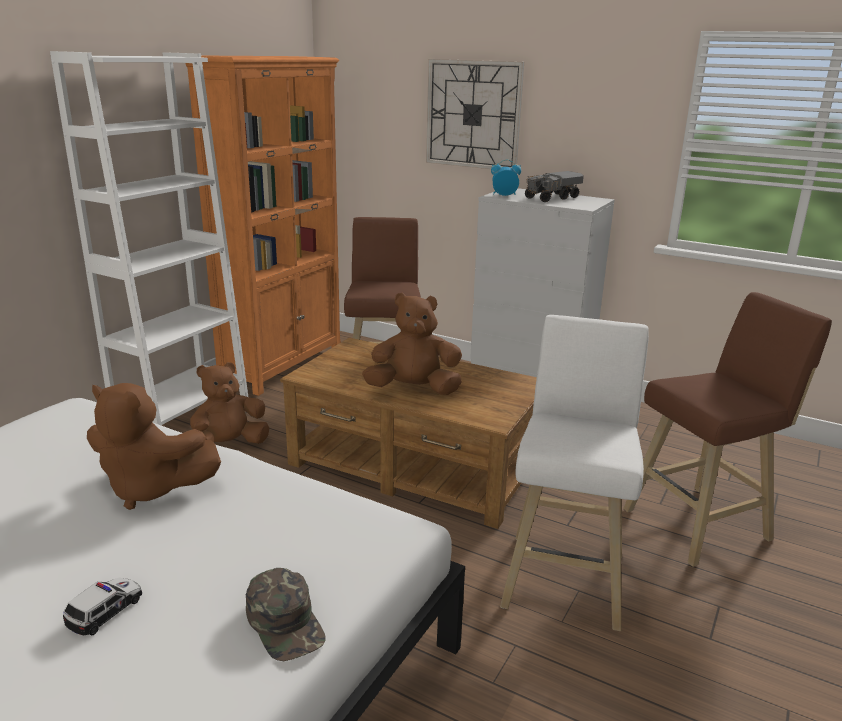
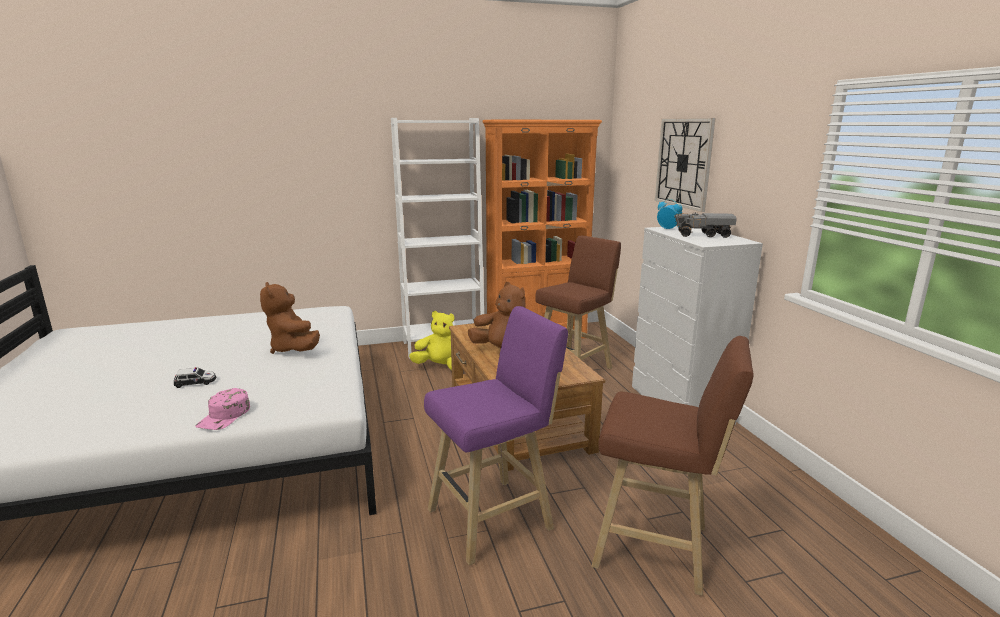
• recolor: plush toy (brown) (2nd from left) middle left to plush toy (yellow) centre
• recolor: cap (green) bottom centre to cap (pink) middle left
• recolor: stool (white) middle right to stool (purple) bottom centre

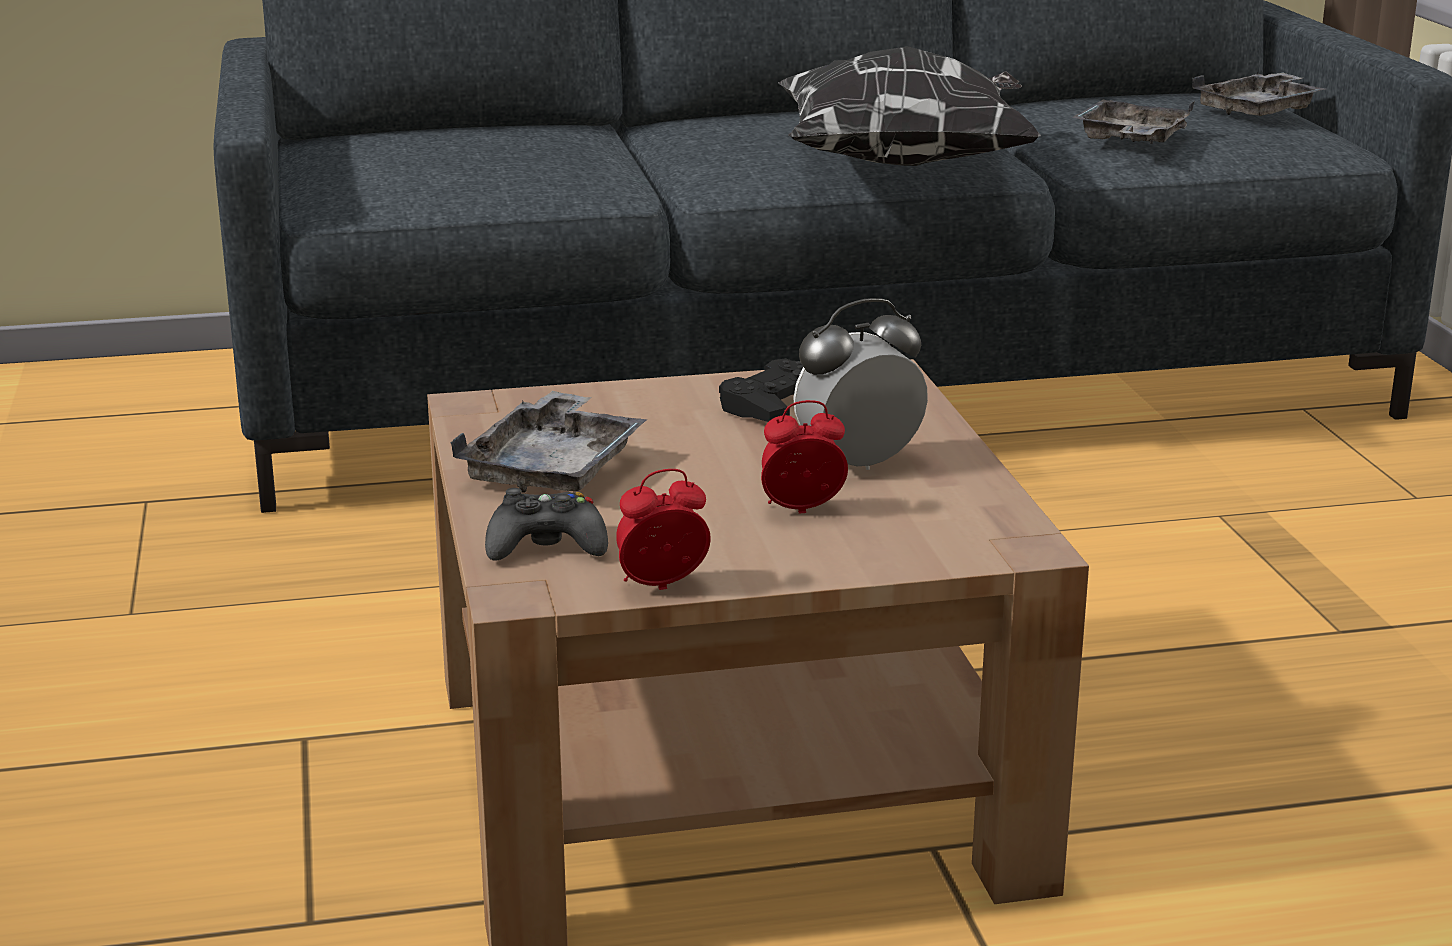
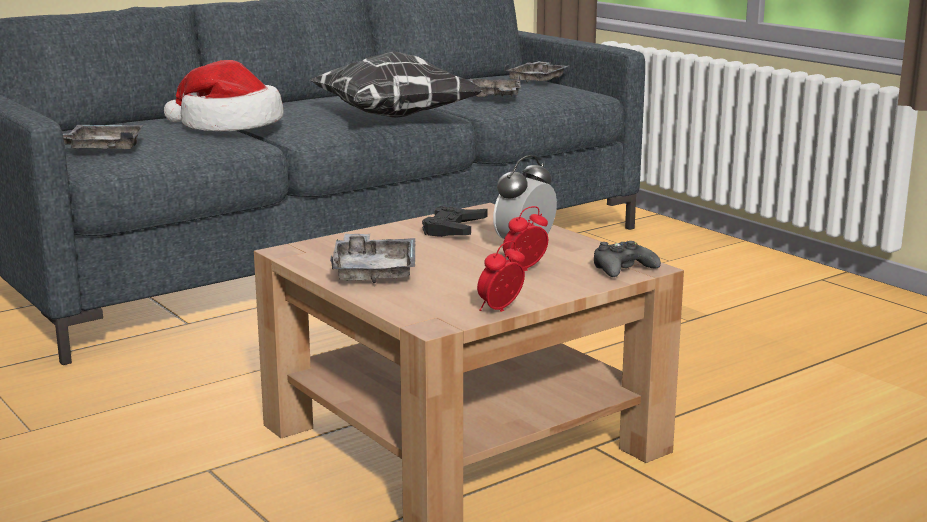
• move: game controller (black) (1st from left in the first image) centre to game controller (black) (2nd from left) middle right
• insert: tray (grey) (1st from left) top left
• insert: hat top left

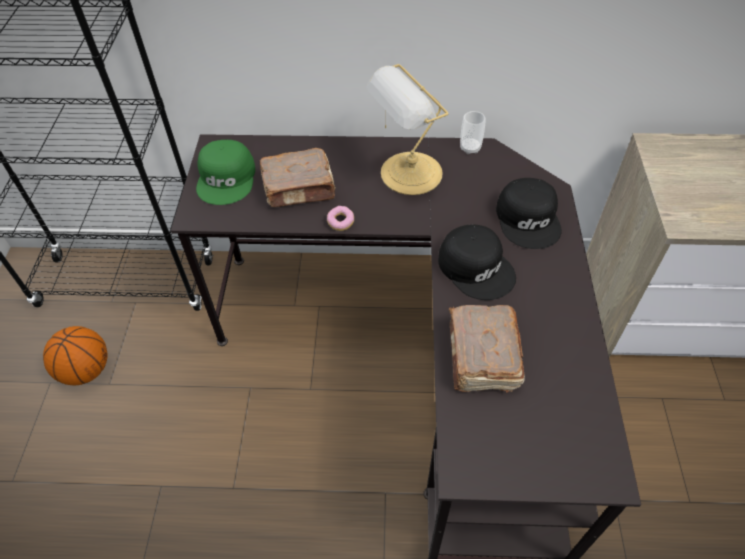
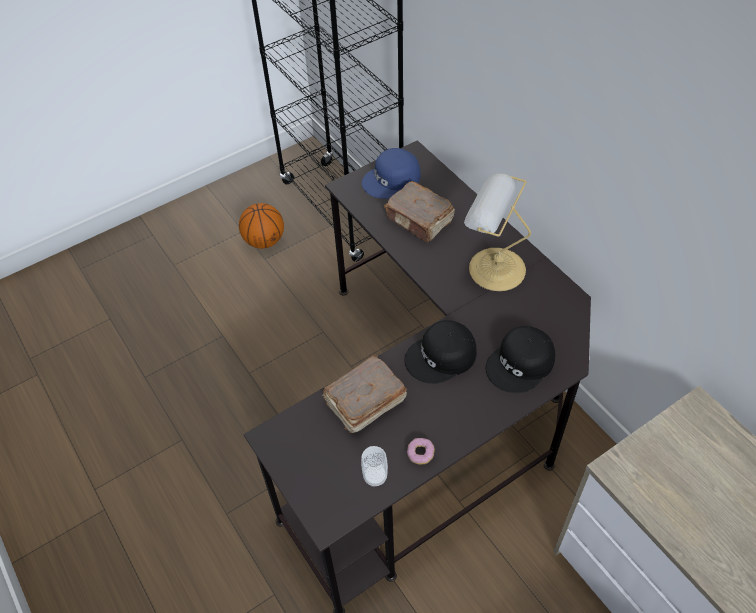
• recolor: cap (green) top left to cap (blue) top centre
• move: donut centre to bottom centre
• rotate: cap (black) (1st from left) centre = centre 45 degrees clockwise
• move: cup top centre to bottom centre

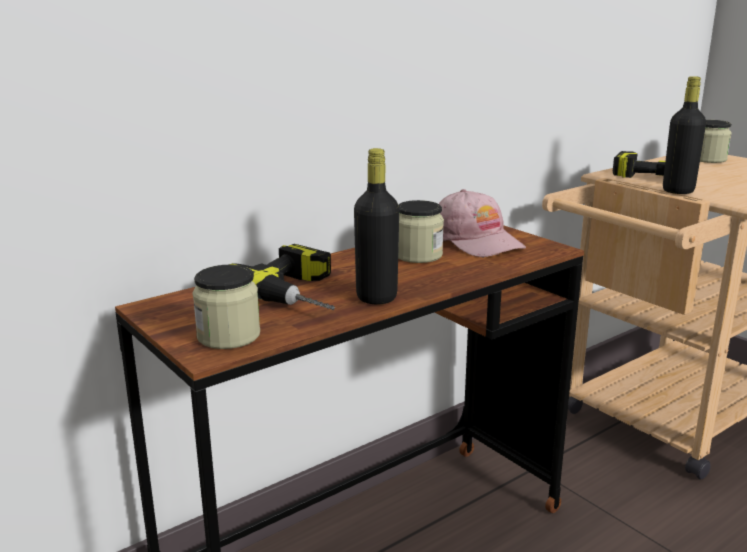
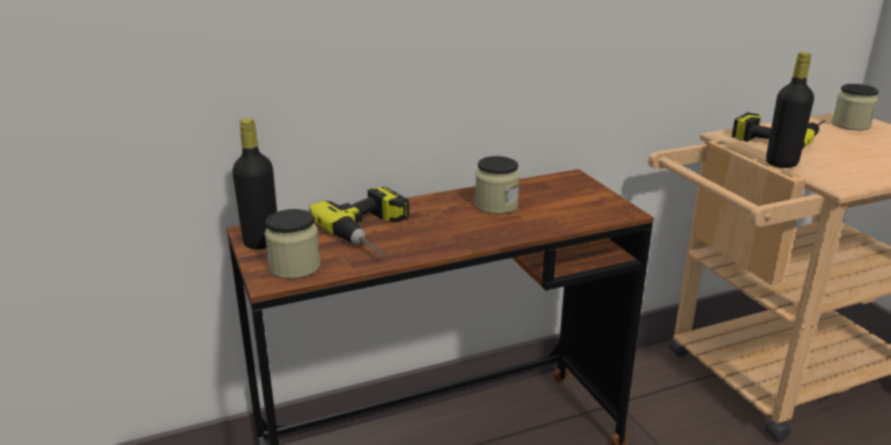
• move: bottle (black) (1st from left) centre to middle left
• delete: cap (pink) centre

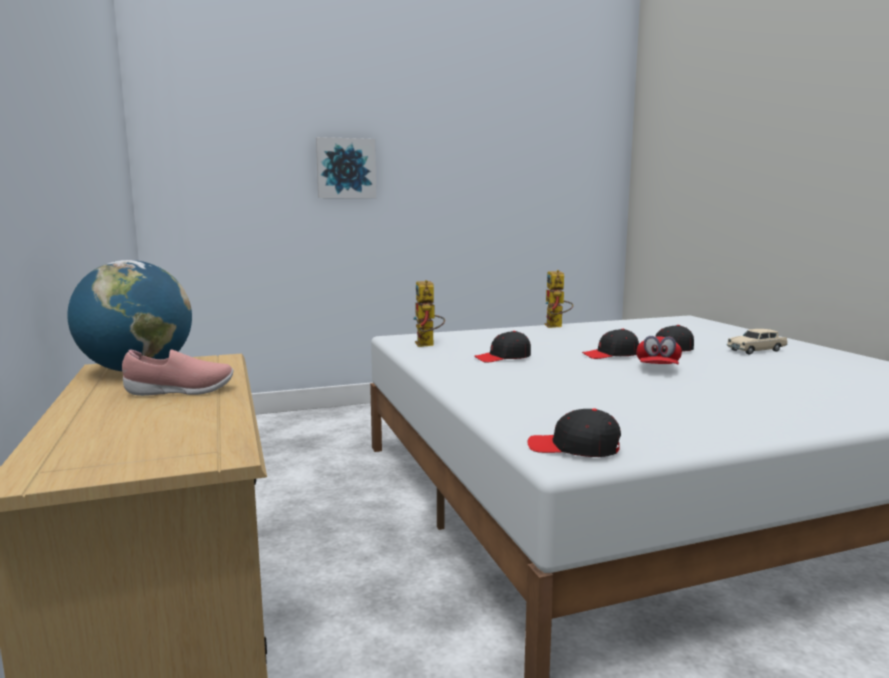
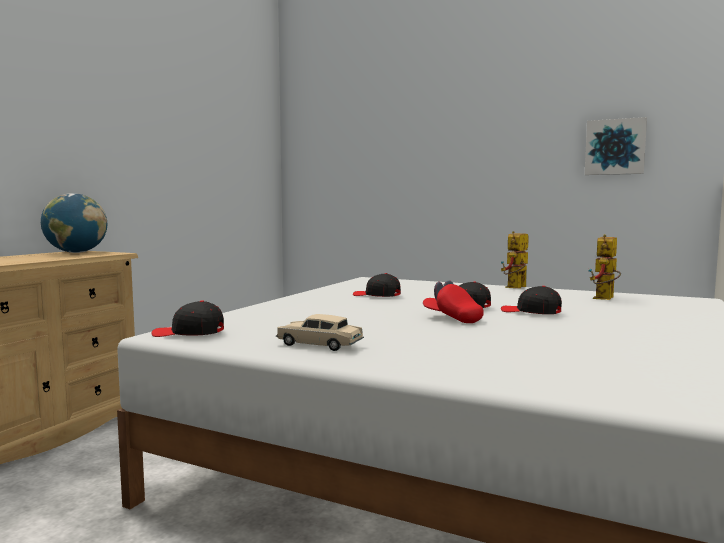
• delete: shoe (pink) middle left
• move: picture top centre to top right
• move: toy robot (1st from left in the first image) centre to toy robot (2nd from left) middle right
• rotate: cap (black) (2nd from left in the first image) centre = middle left 60 degrees counterclockwise
• rotate: cap (red) middle right = centre 75 degrees clockwise
• move: toy car (beige) middle right to centre

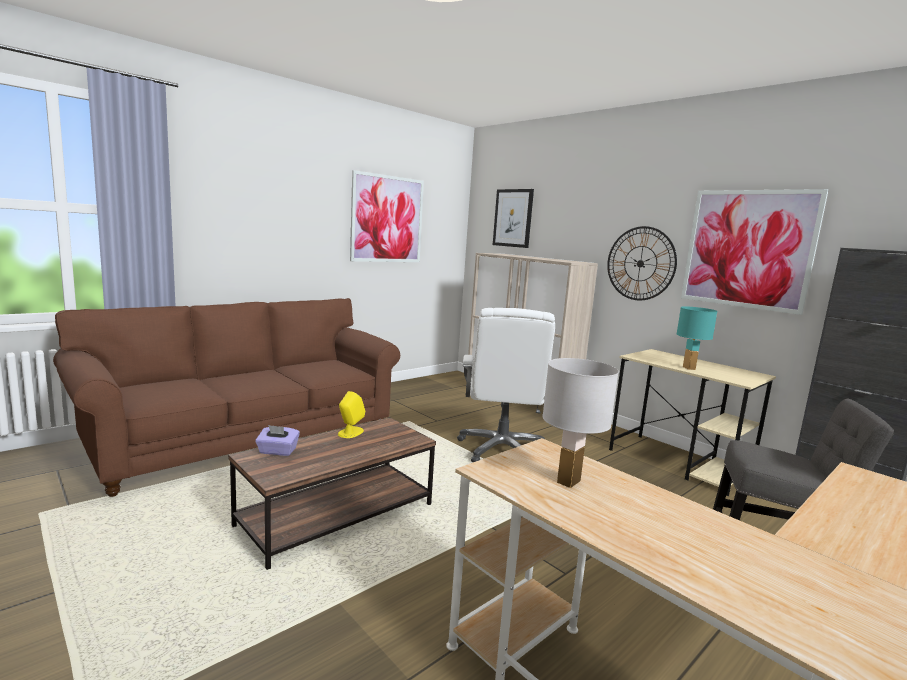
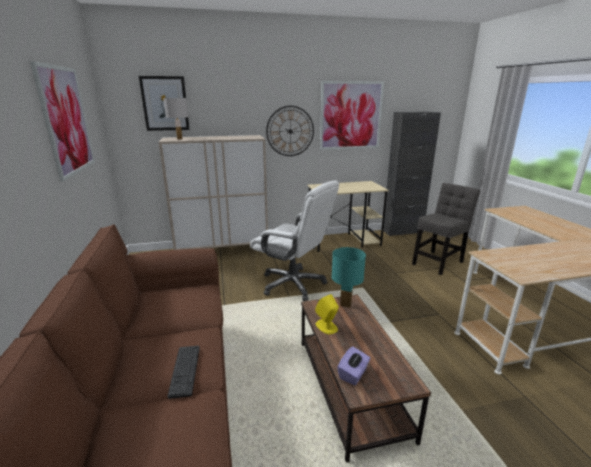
• move: table lamp (white) centre to top left
• move: table lamp (turquoise) middle right to centre
• insert: keyboard bottom left

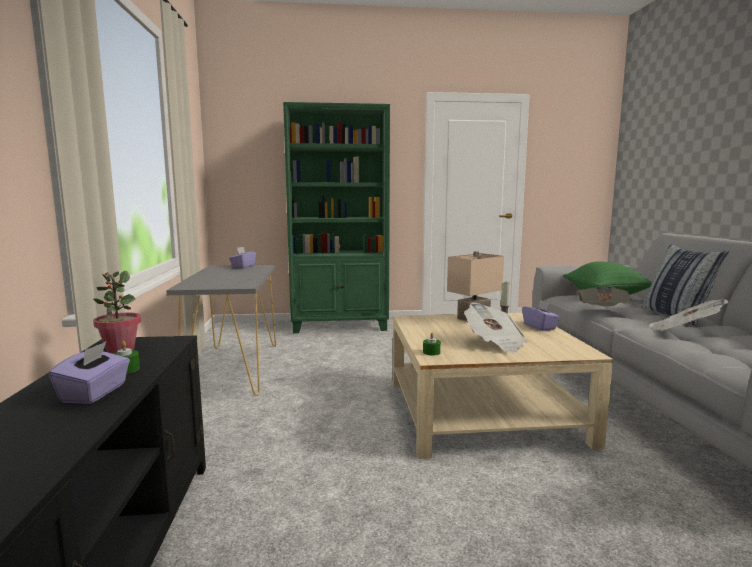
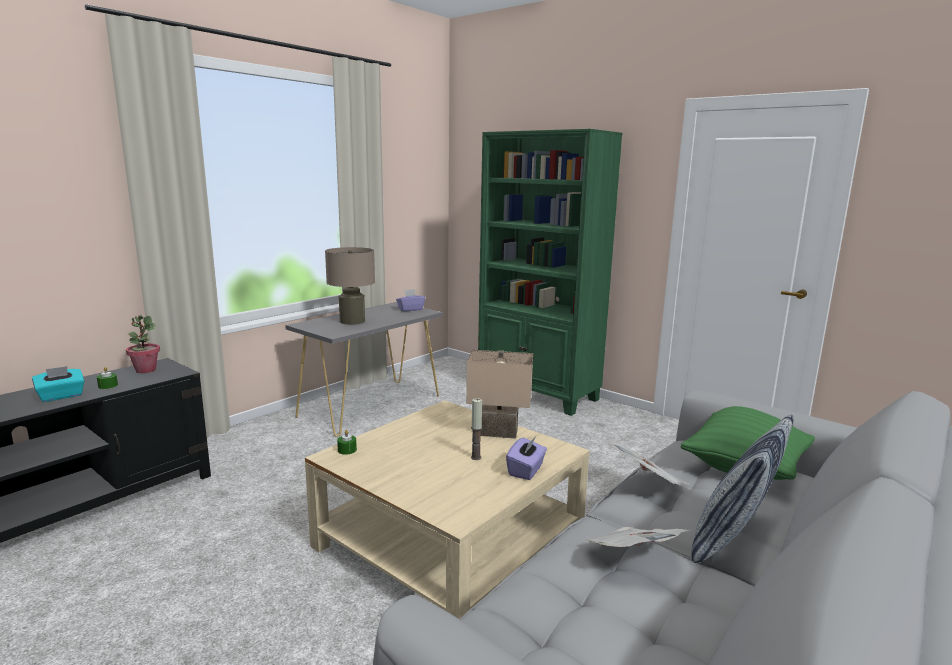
• recolor: tissue box (purple) (1st from left) middle left to tissue box (turquoise) middle left
• delete: newspaper (1st from left) centre
• insert: table lamp (beige) (1st from left) centre

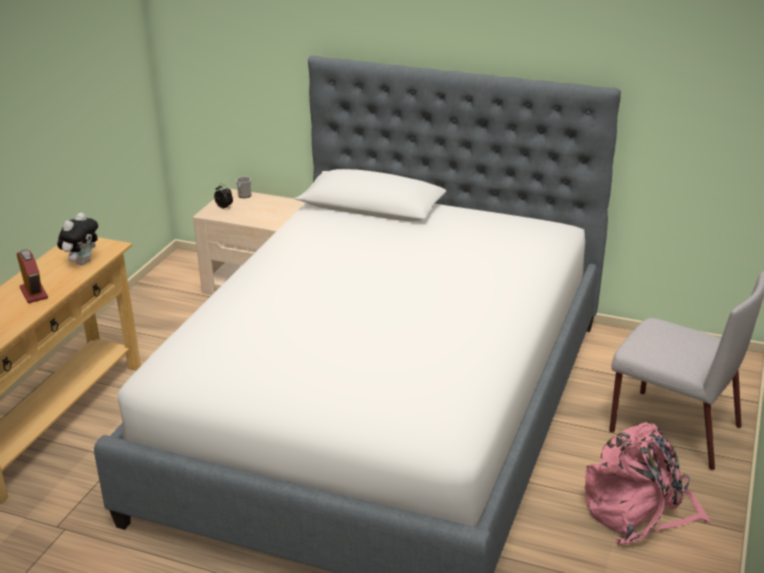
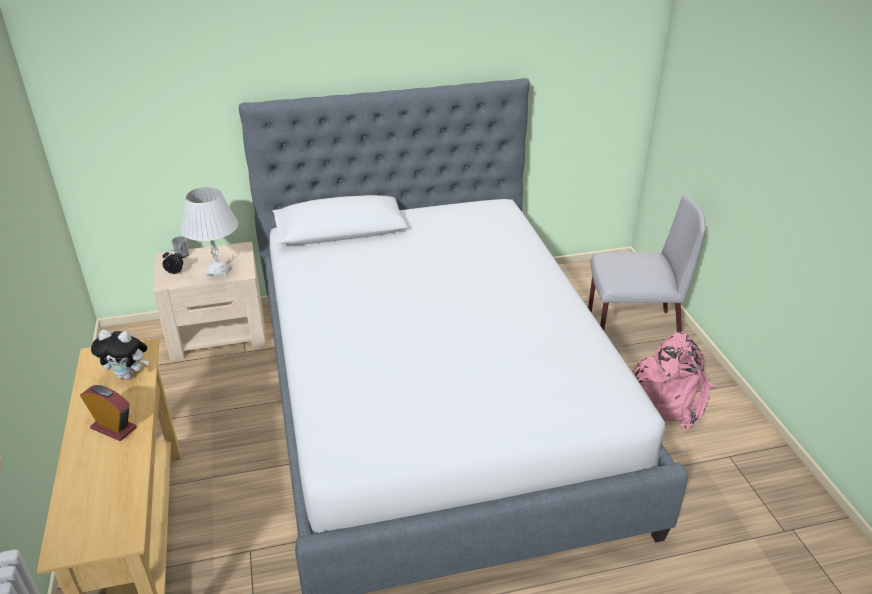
• rotate: plush toy middle left = middle left 105 degrees clockwise
• insert: table lamp (white) middle left

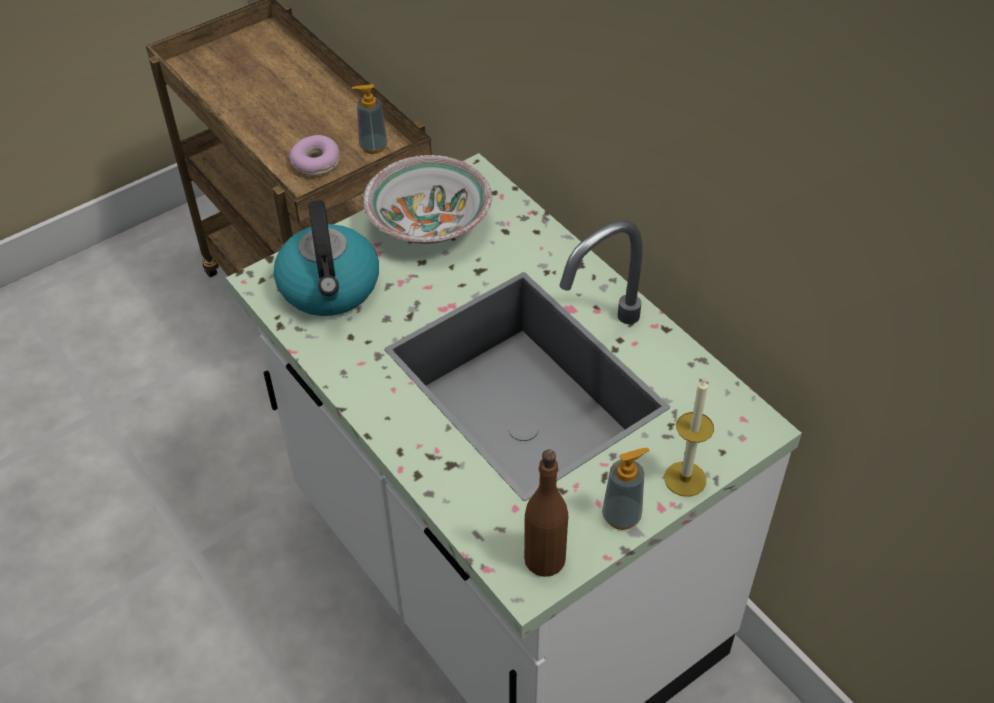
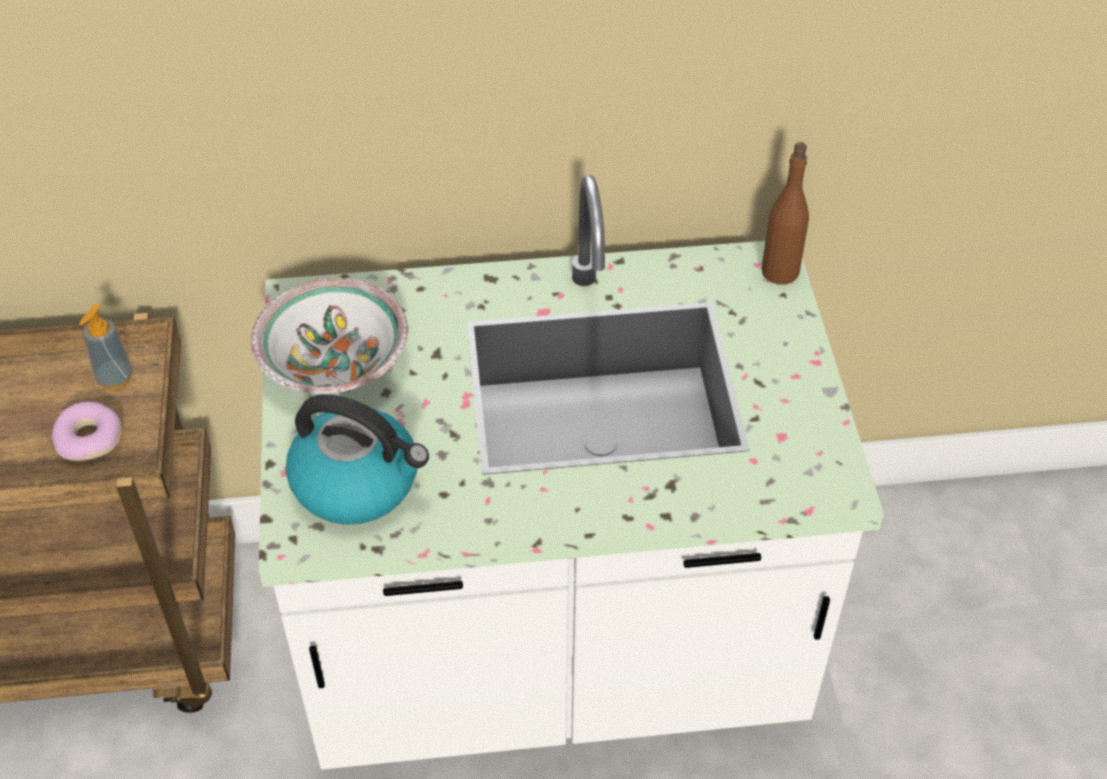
• move: bottle (brown) bottom centre to top right
• delete: soap dispenser (2nd from left) bottom centre
• delete: candle middle right

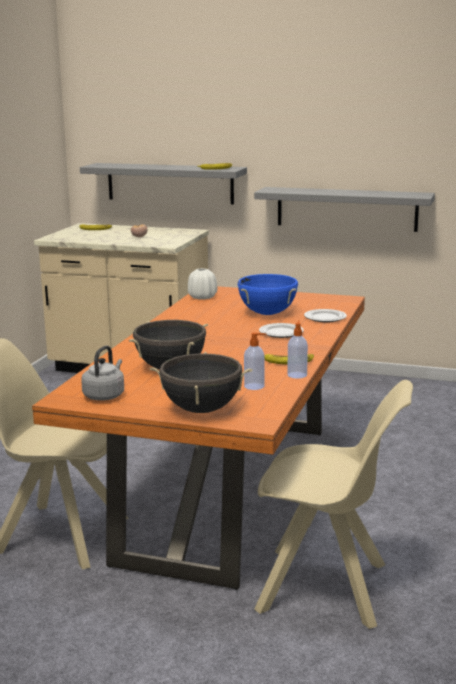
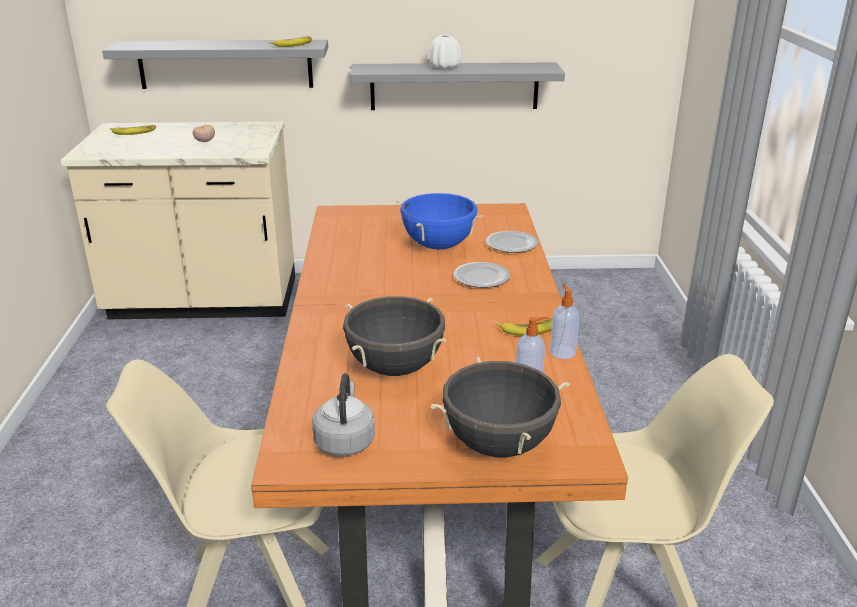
• move: vase (white) centre to top centre

